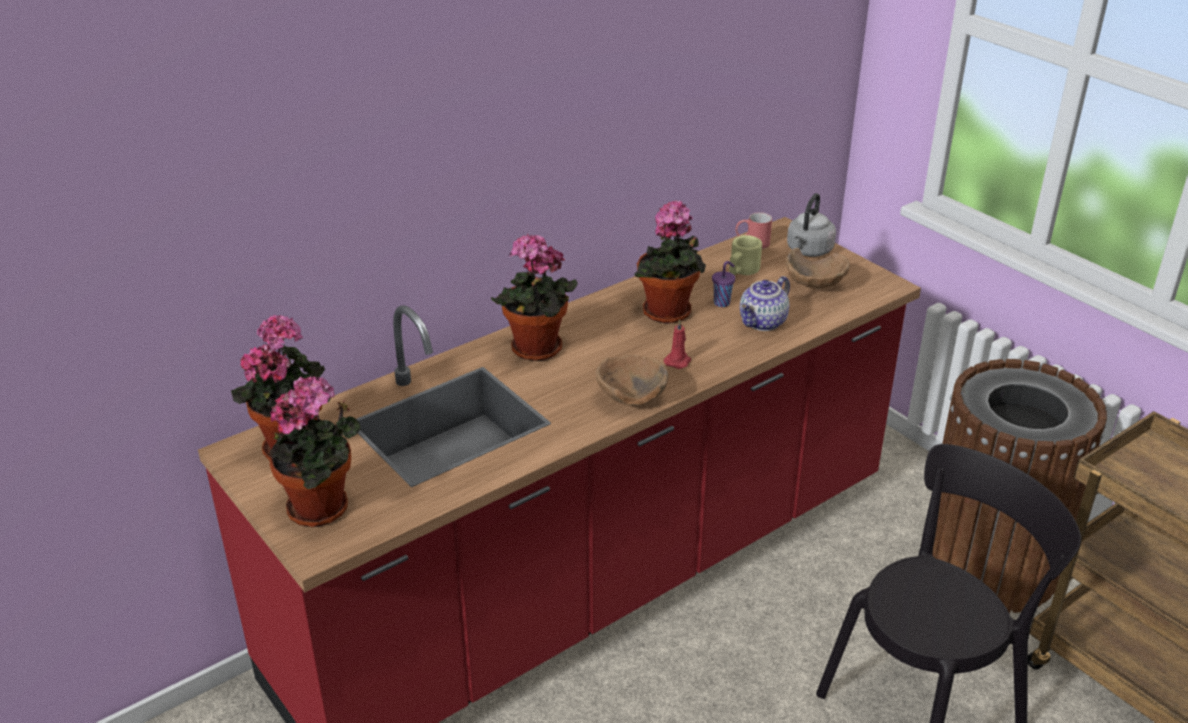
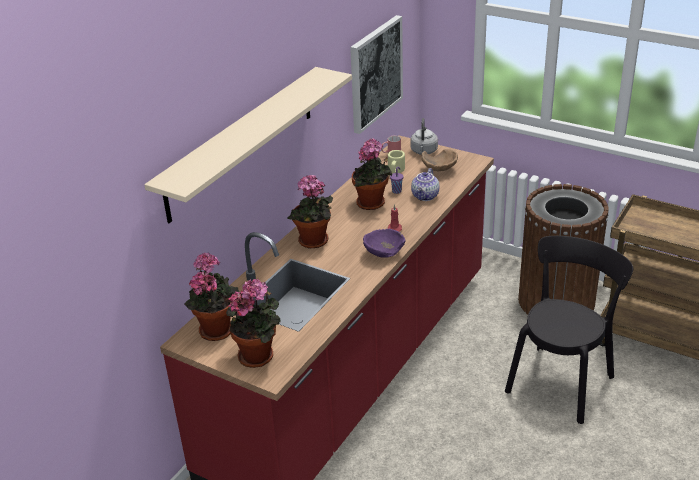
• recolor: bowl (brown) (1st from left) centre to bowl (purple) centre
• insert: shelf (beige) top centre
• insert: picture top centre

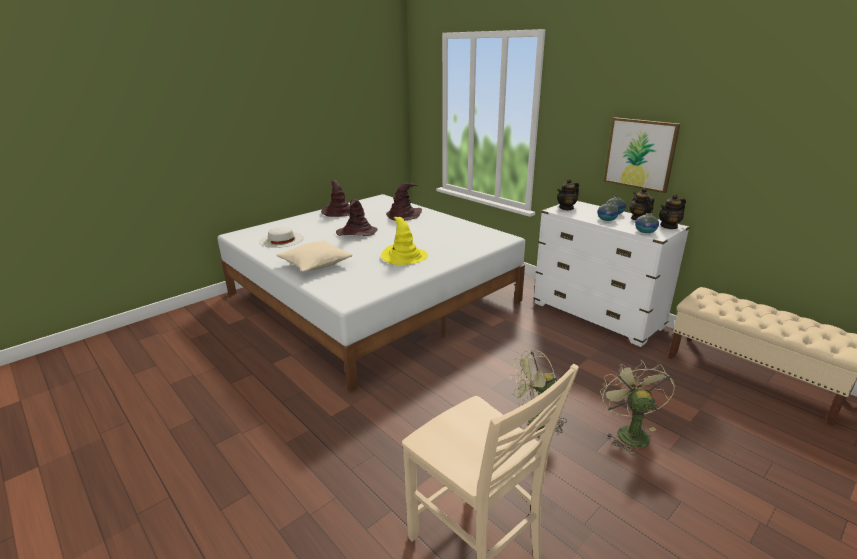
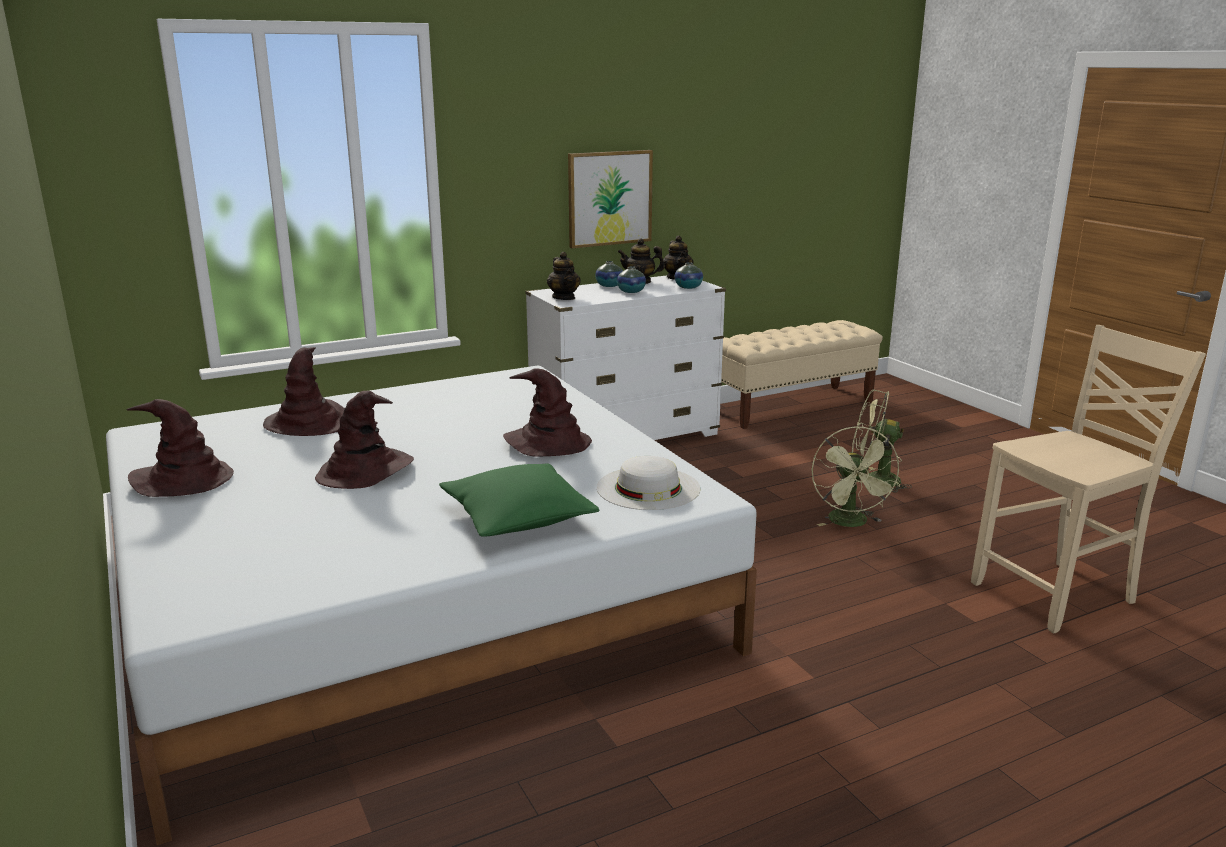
• move: hat (white) middle left to centre
• recolor: pillow (beige) centre to pillow (green) centre
• recolor: hat (yellow) centre to hat (brown) (4th from left) centre

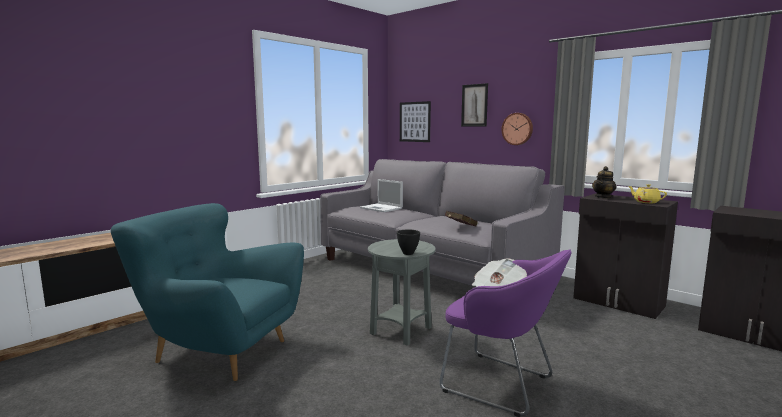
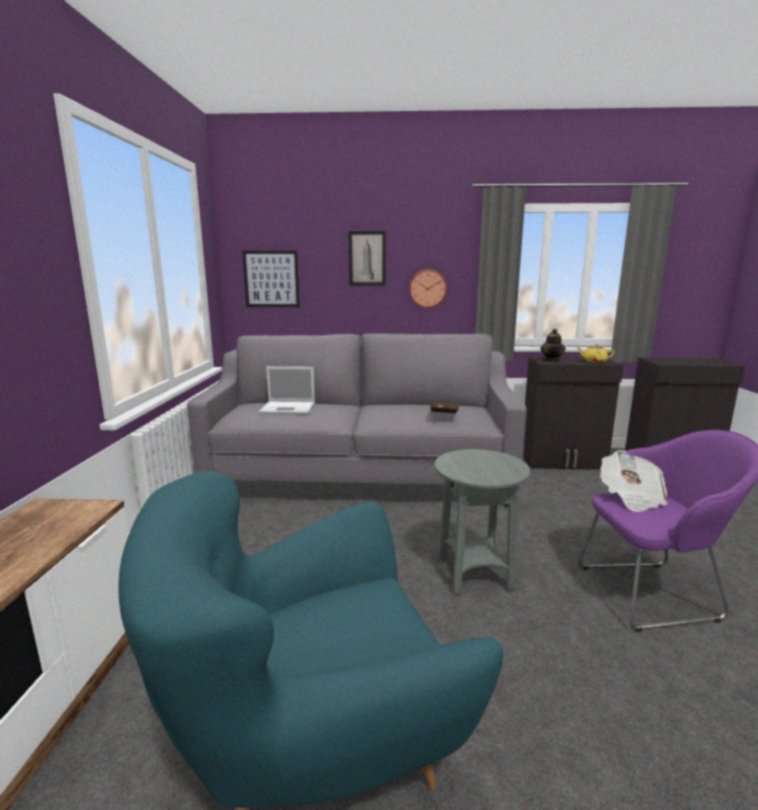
• delete: bowl (black) centre

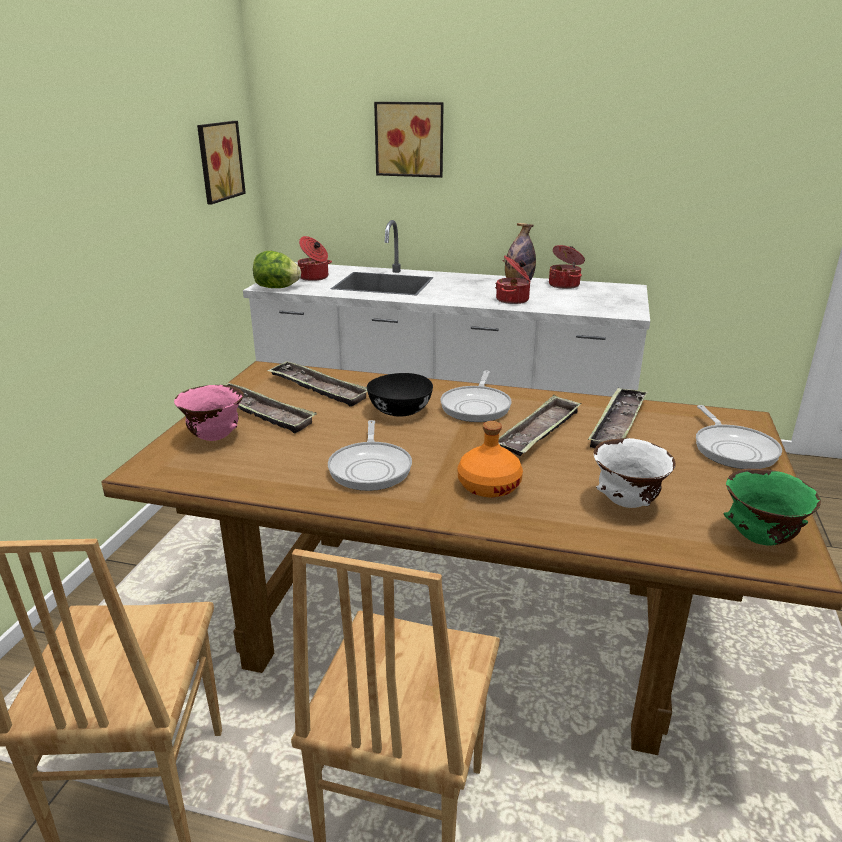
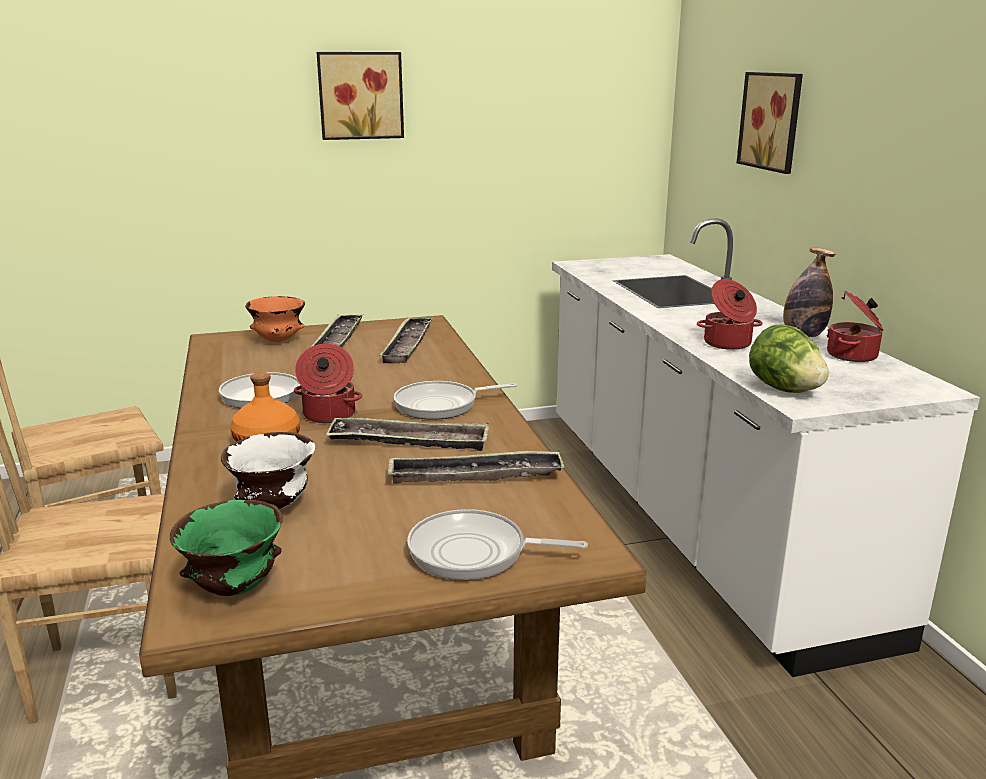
• recolor: bowl (pink) middle left to bowl (orange) middle left
• move: picture (1st from left) top left to top centre
• move: lettuce top left to middle right
• move: cooking pot (1st from left) top centre to middle left
• delete: bowl (black) centre
• rotate: frying pan (3rd from left) middle right = bottom centre 45 degrees clockwise

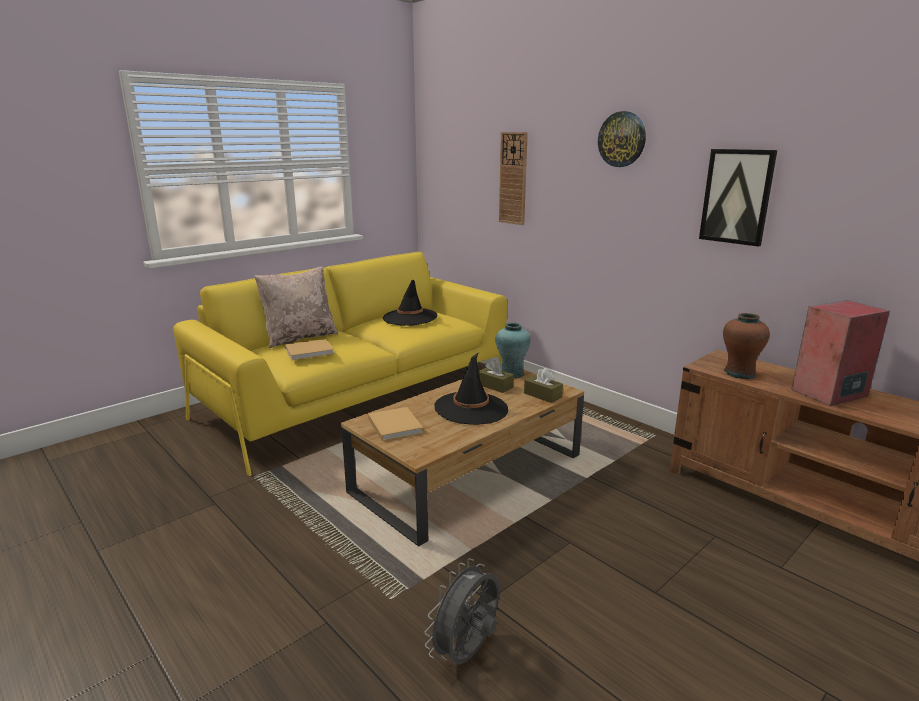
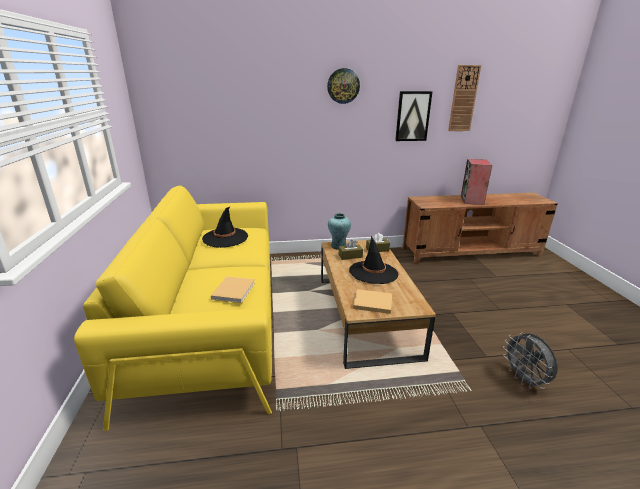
• delete: pillow (beige) middle left
• move: wall clock (1st from left in the first image) top centre to wall clock (2nd from left) top right
• delete: vase (brown) middle right

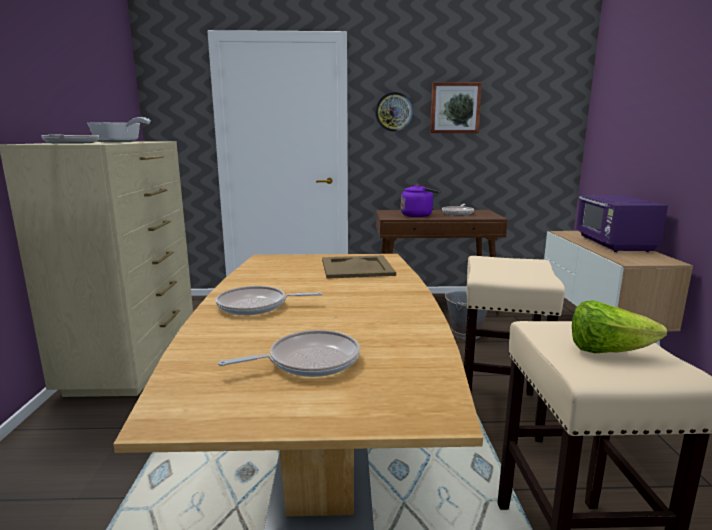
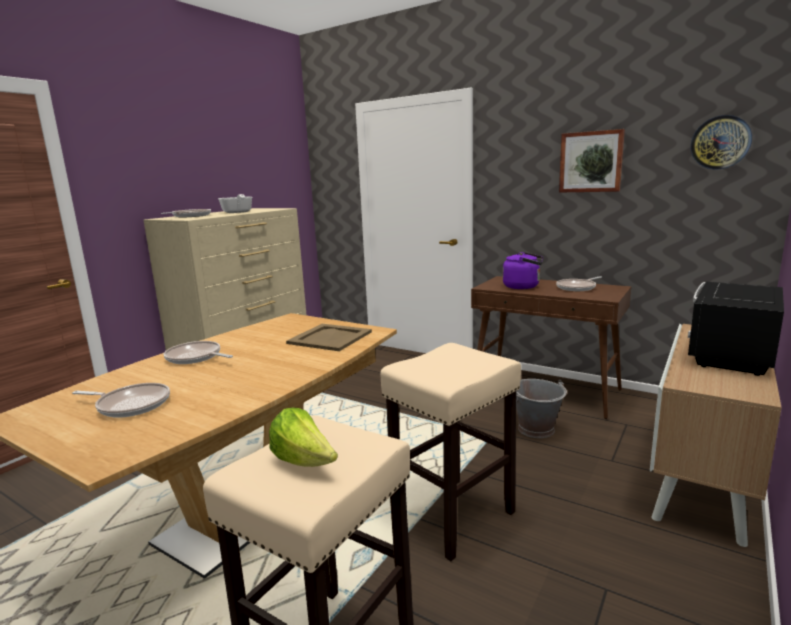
• move: wall clock top centre to top right
• recolor: microwave (purple) middle right to microwave (black) middle right

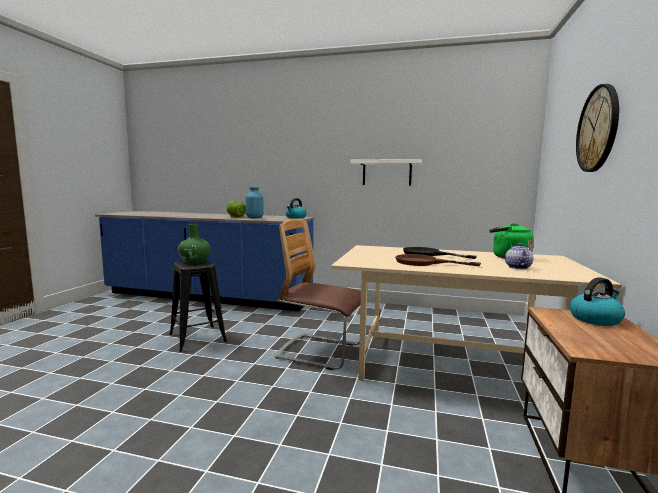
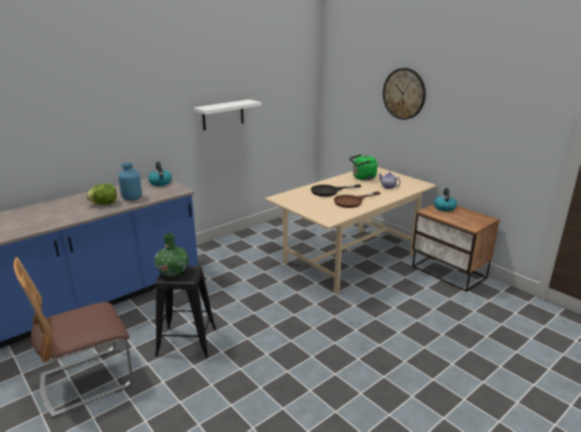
• move: chair centre to bottom left

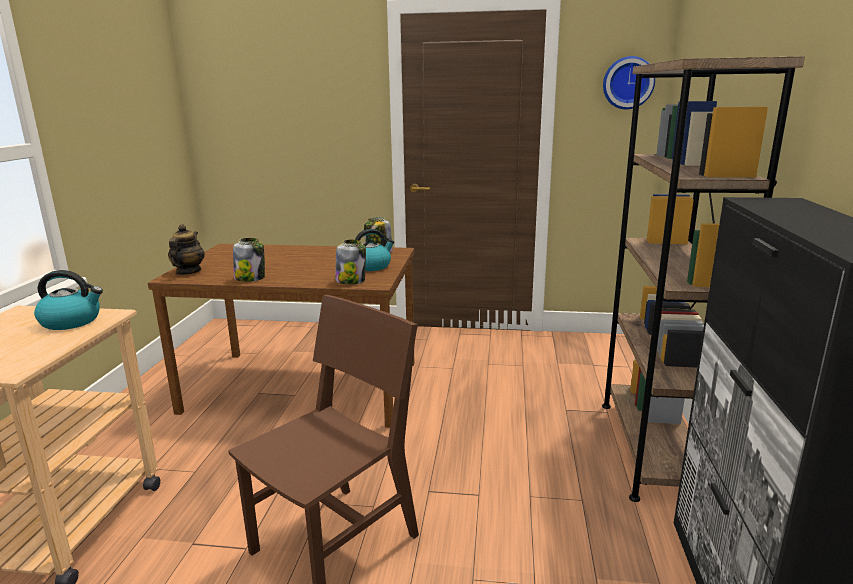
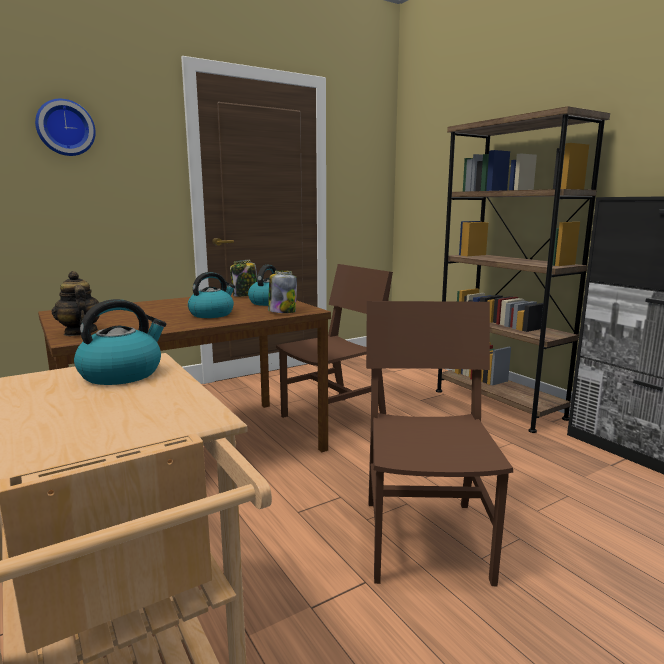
• delete: jar (1st from left) middle left
• move: wall clock top right to top left
• insert: kettle (2nd from left) middle left
• insert: chair (brown) (1st from left) centre

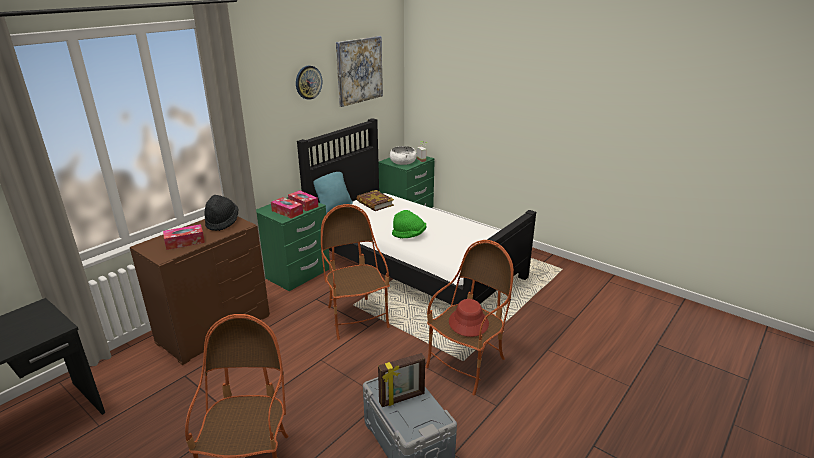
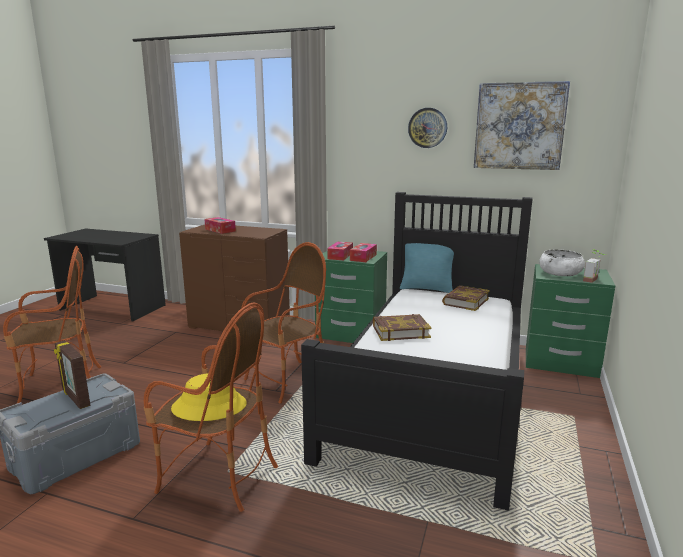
• delete: hat (black) middle left
• replace: hat (green) centre to book (1st from left) centre
• recolor: hat (red) bottom centre to hat (yellow) bottom left

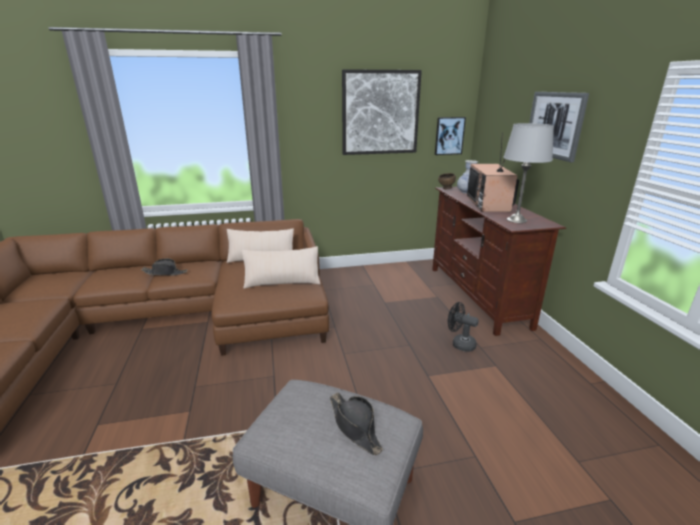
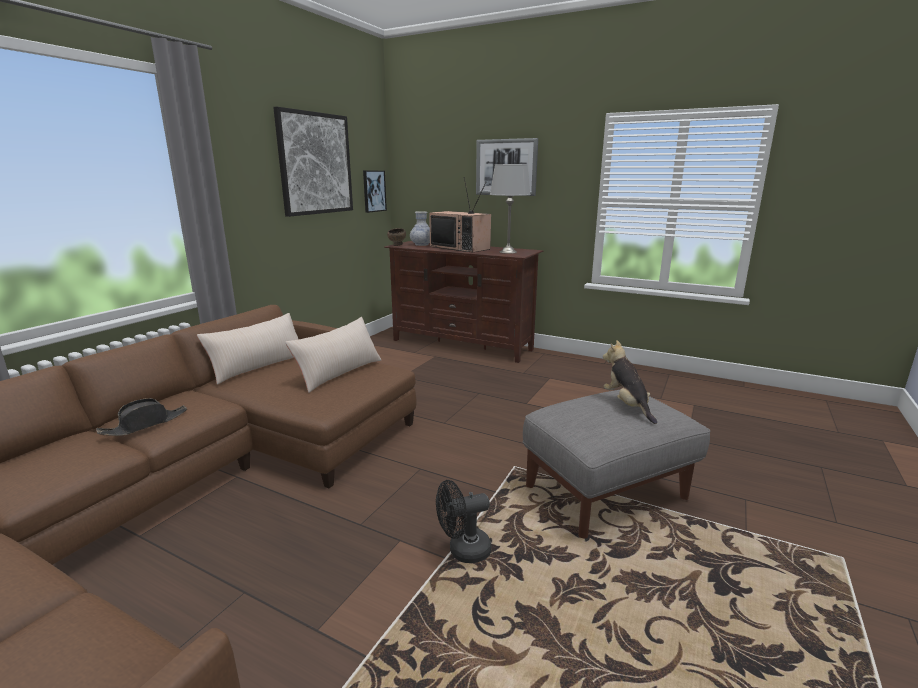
• replace: hat (black) (2nd from left) bottom centre to plush toy middle right
• move: fan (black) centre to bottom centre

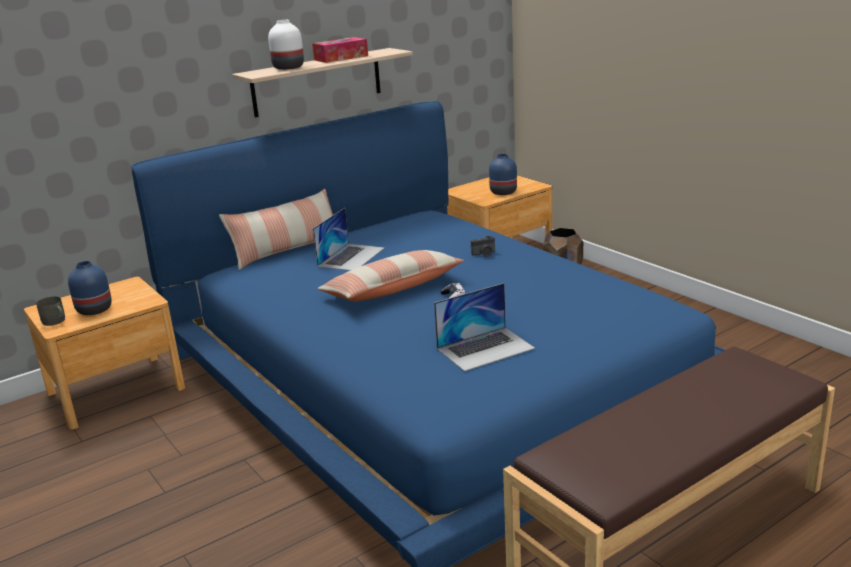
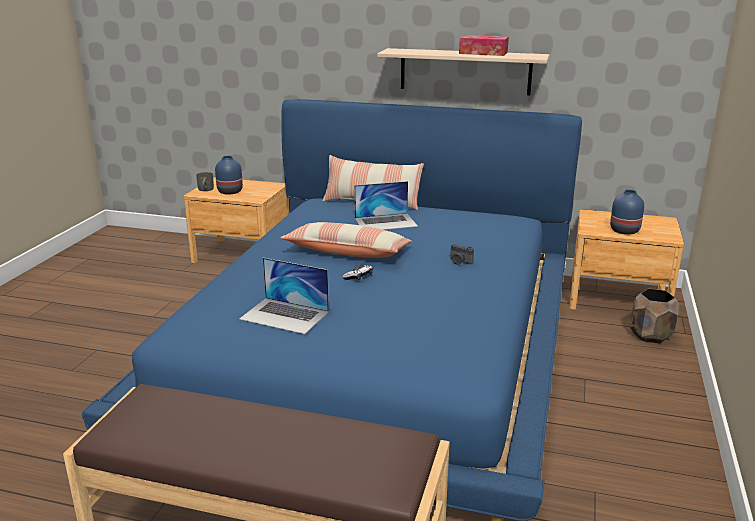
• delete: vase (white) top centre

